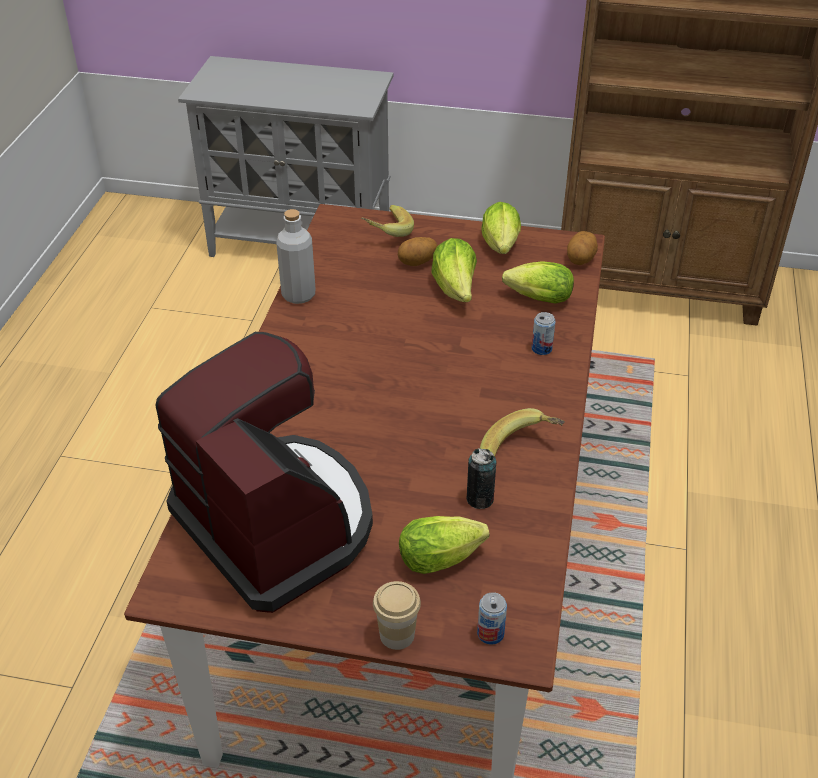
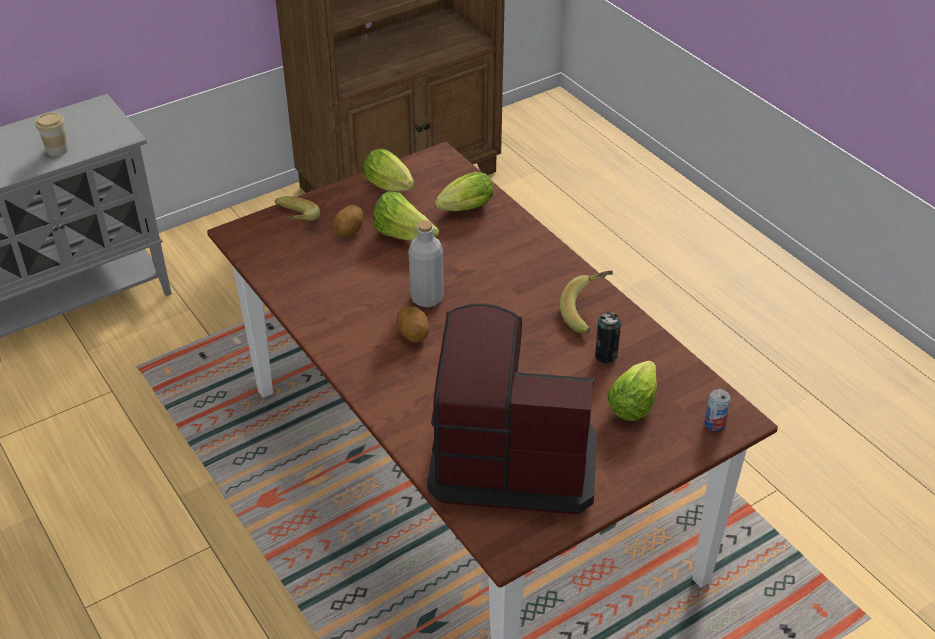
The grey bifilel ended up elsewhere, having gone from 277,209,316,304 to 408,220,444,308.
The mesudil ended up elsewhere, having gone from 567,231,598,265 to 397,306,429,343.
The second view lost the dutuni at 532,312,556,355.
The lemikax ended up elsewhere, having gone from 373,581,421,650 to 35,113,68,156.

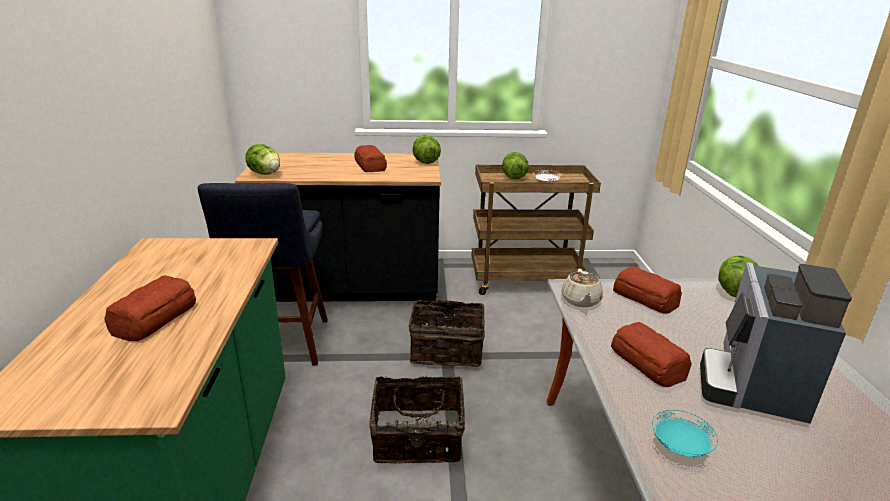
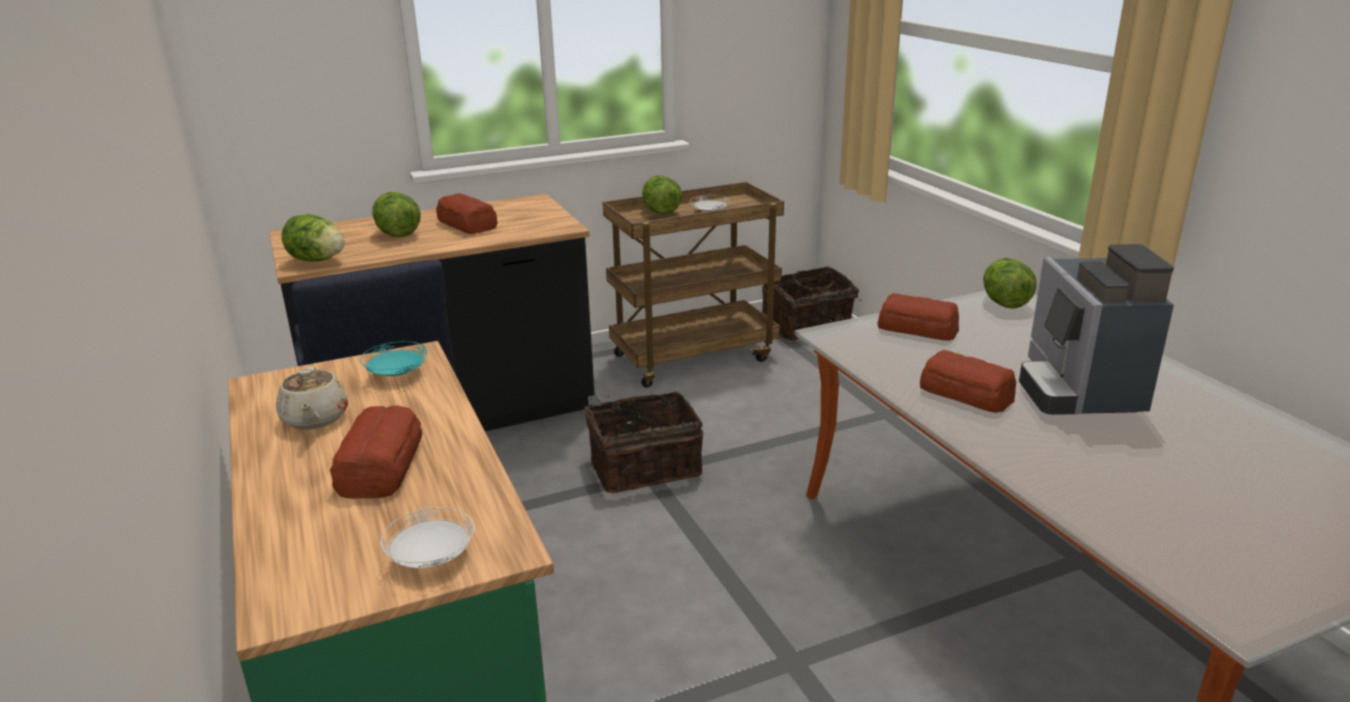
The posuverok ended up elsewhere, having gone from 413,135,441,164 to 372,192,421,237.
The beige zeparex ended up elsewhere, having gone from 561,269,603,307 to 276,366,348,430.
The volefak ended up elsewhere, having gone from 369,376,465,463 to 762,266,860,341.
The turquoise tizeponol ended up elsewhere, having gone from 652,410,718,457 to 360,341,428,376.
The second view gained the white tizeponol at 380,507,474,568.

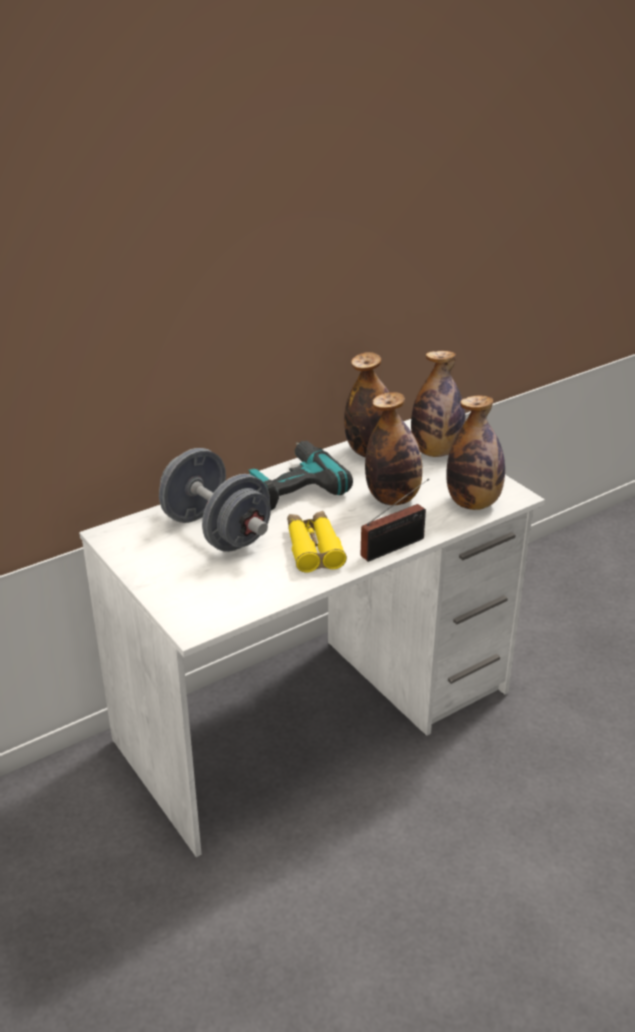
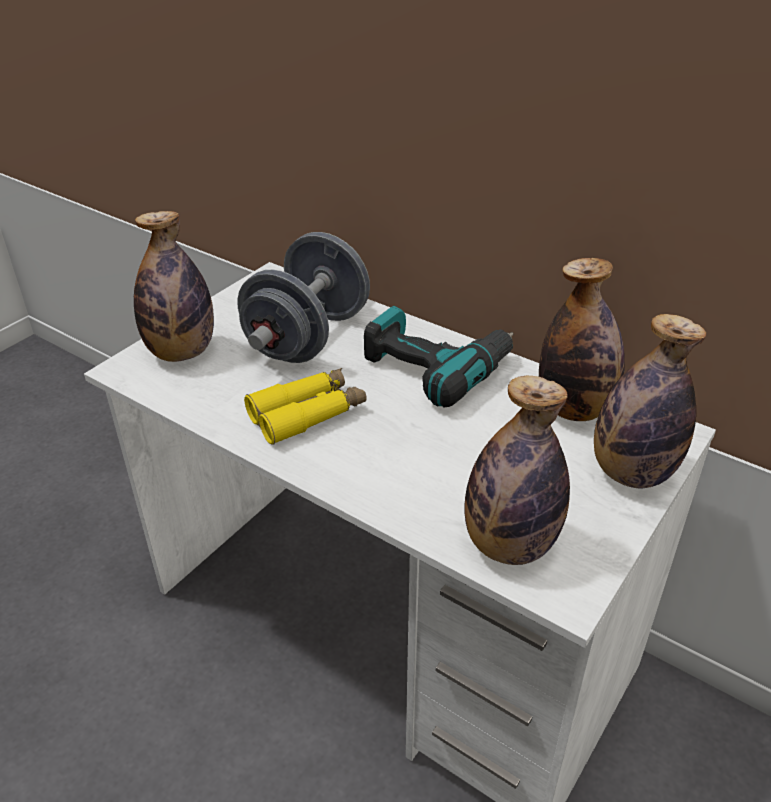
The bifilel ended up elsewhere, having gone from 365,392,423,505 to 134,211,214,362.
The second view lost the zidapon at 361,479,429,562.

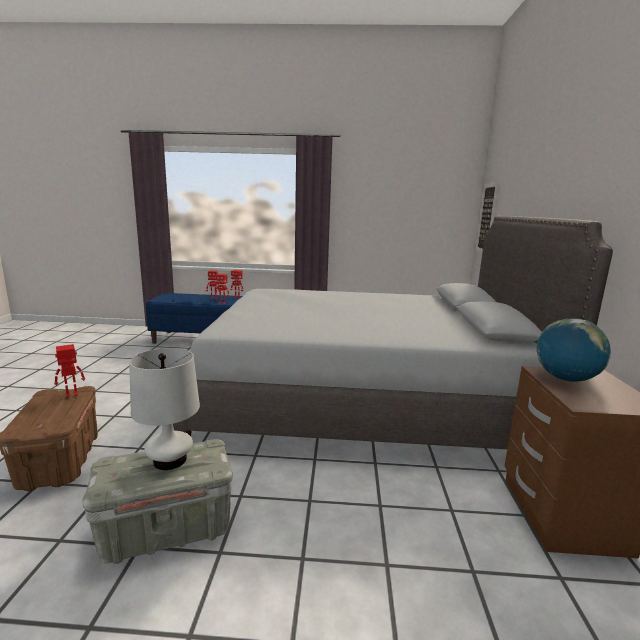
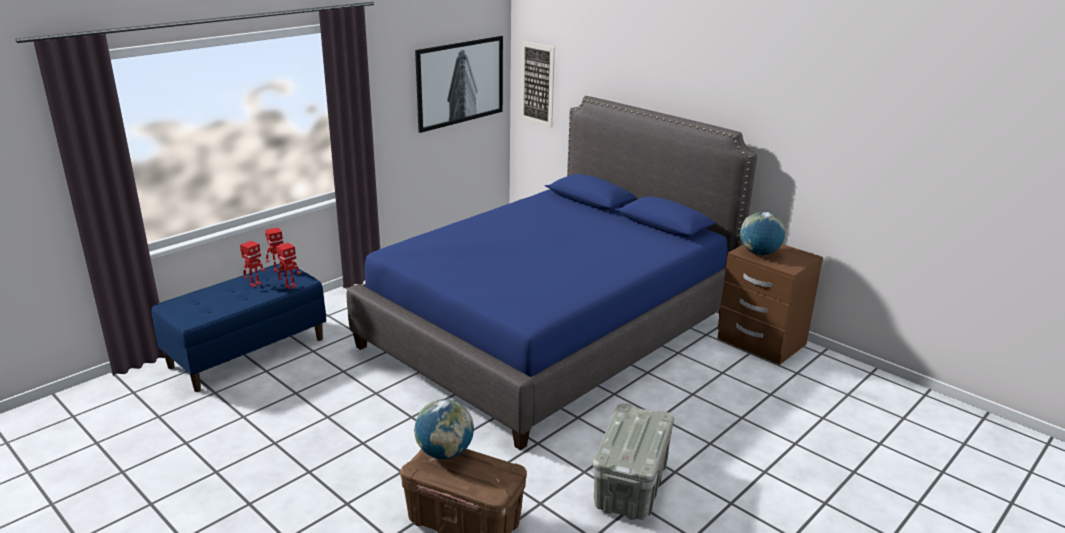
What was the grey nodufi at 173,216,613,449 turned into the blue nodufi at 347,96,757,450.
Where the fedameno stood at 54,344,85,398, the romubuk came to stand at 414,399,474,459.
The second view lost the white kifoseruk at 129,348,200,470.
The second view gained the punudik at 415,36,503,133.

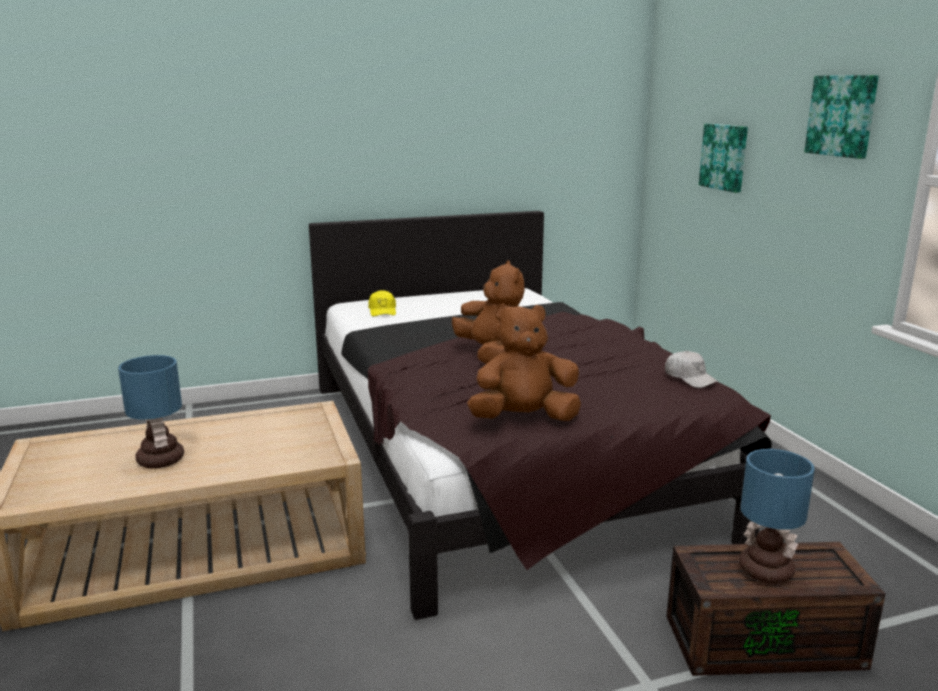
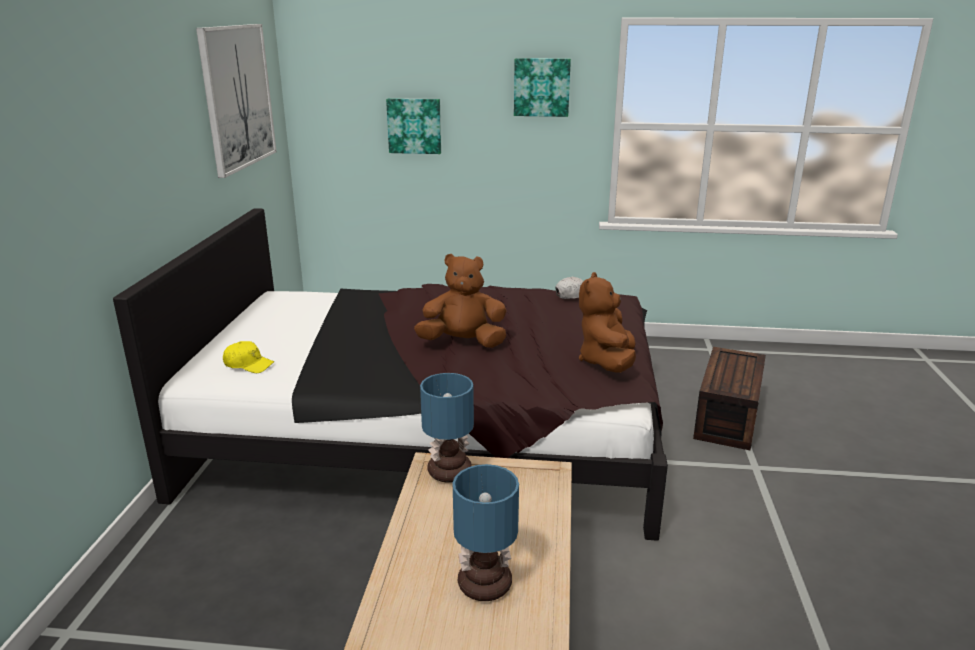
The kifoseruk ended up elsewhere, having gone from 739,449,815,584 to 420,373,474,483.
The second view gained the punudik at 196,24,277,178.

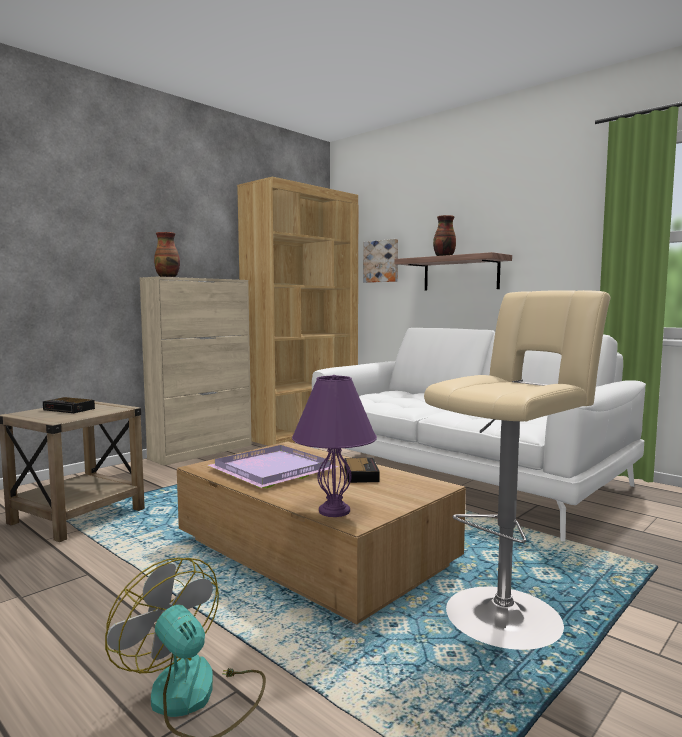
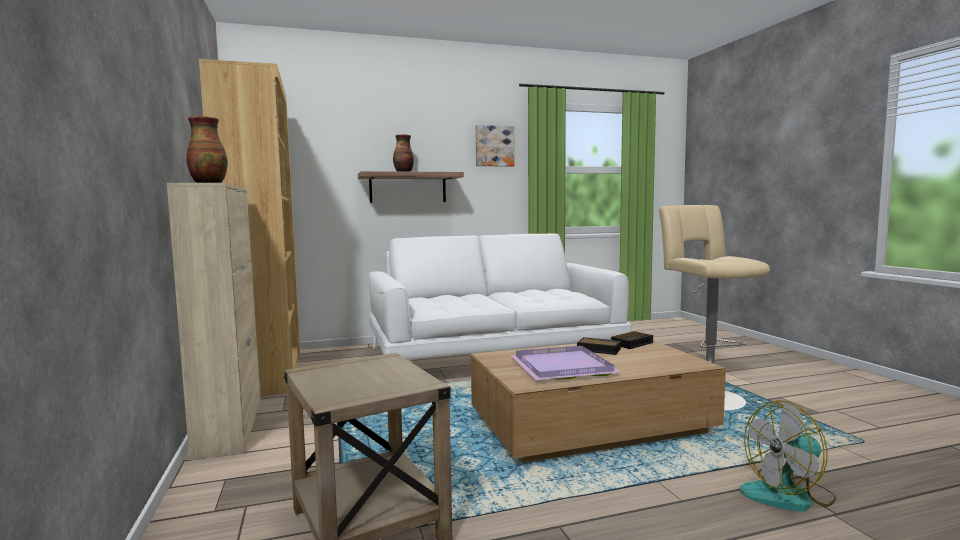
The punudik ended up elsewhere, having gone from 363,239,398,283 to 475,125,515,167.
The second view lost the purple kifoseruk at 292,375,377,517.
The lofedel ended up elsewhere, having gone from 43,397,95,413 to 611,331,653,349.

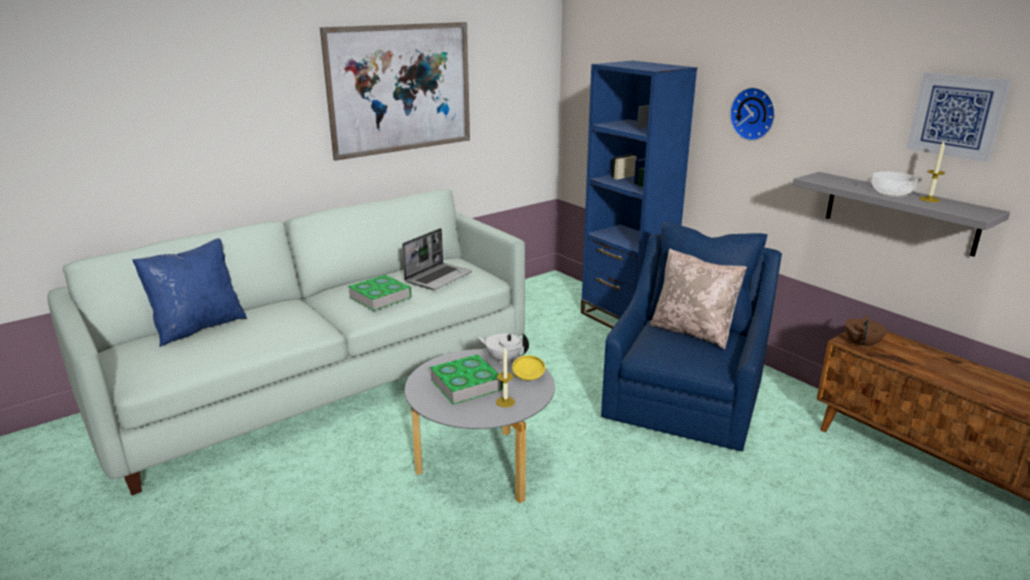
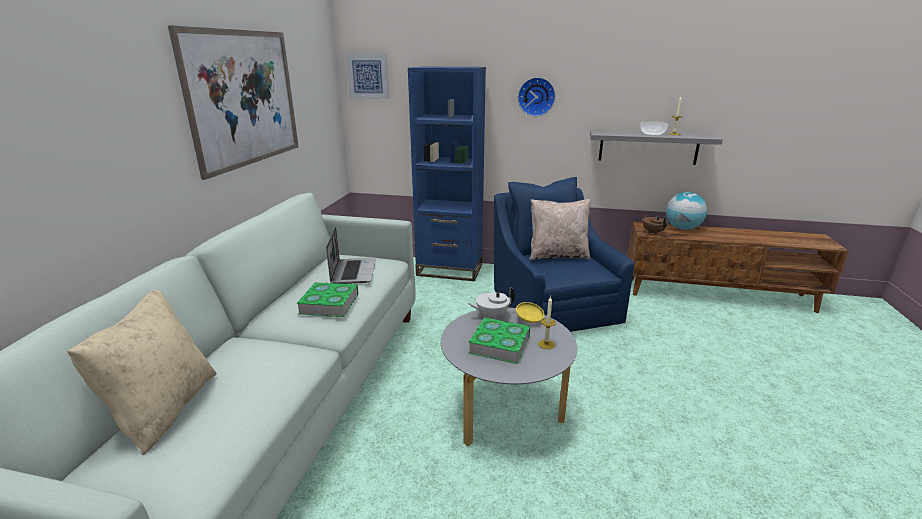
The punudik ended up elsewhere, having gone from 907,72,1011,162 to 346,54,389,99.
What was the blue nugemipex at 132,238,247,347 turned into the beige nugemipex at 67,289,217,456.
The second view gained the romubuk at 666,192,707,230.

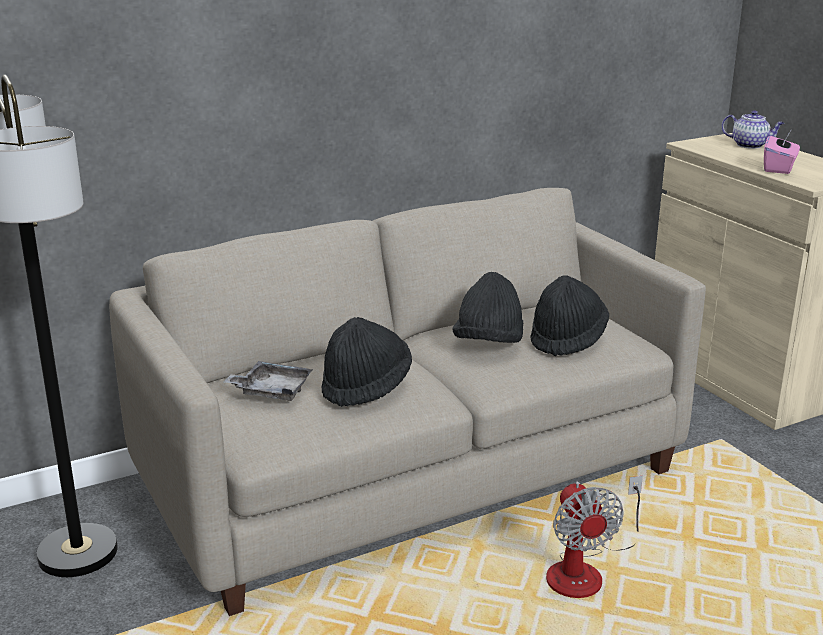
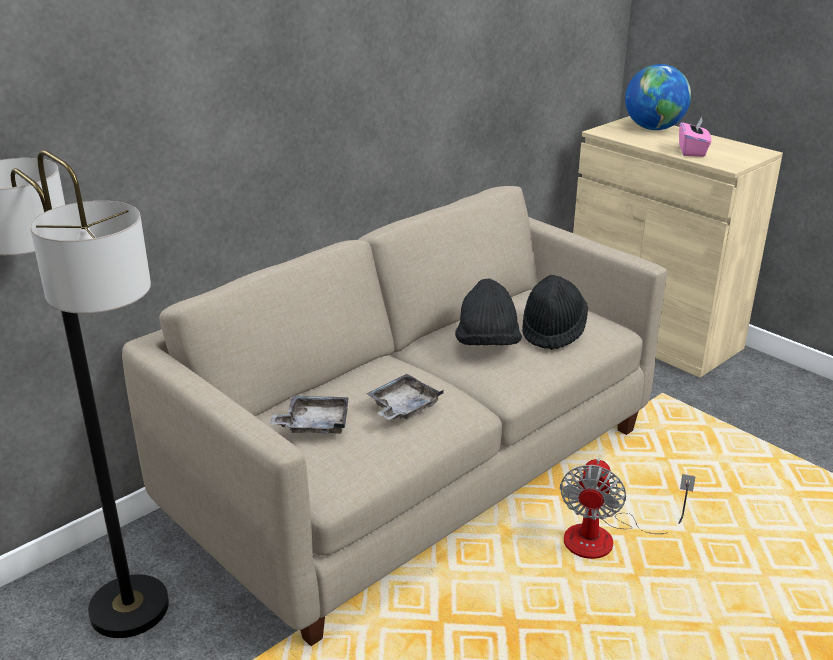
Where the zeparex stood at 721,110,785,149, the romubuk came to stand at 625,64,691,130.
Where the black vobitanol stood at 321,317,412,407, the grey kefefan came to stand at 366,374,444,420.
The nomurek at 546,476,643,598 ended up facing another way, 45 degrees clockwise from before.

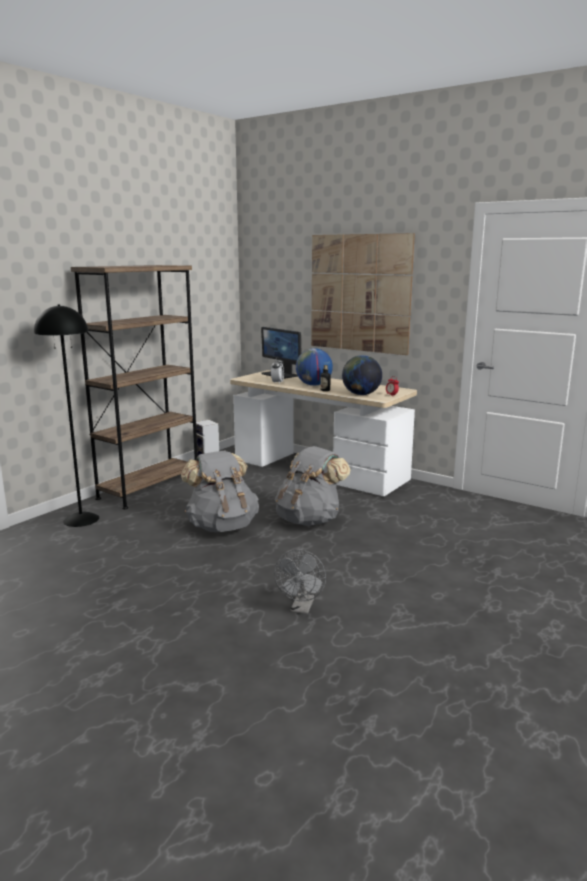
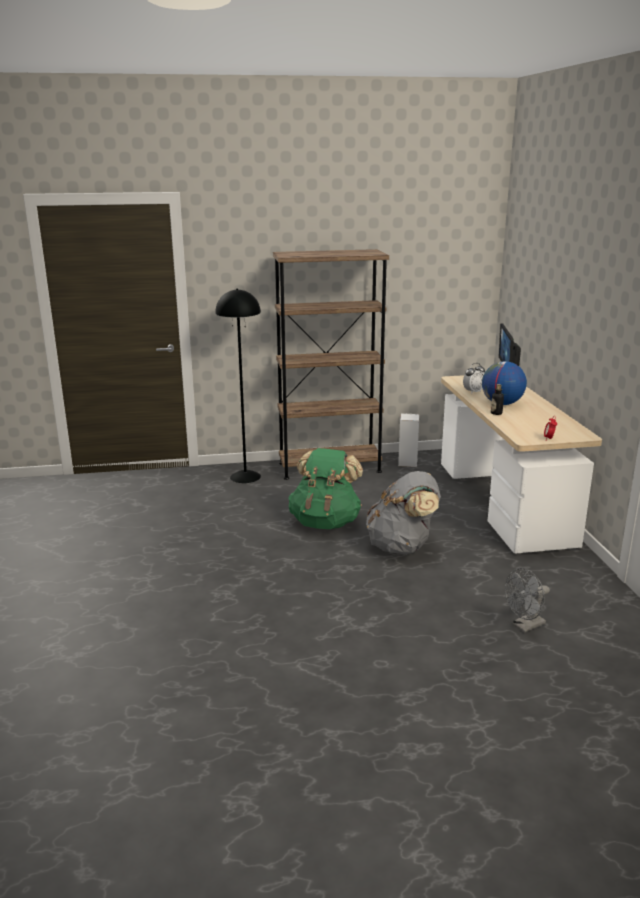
The second view lost the punudik at 311,233,415,355.
The second view lost the romubuk at 342,355,382,395.
What was the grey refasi at 181,450,259,532 turned into the green refasi at 288,448,363,529.
The grey nomurek ended up elsewhere, having gone from 274,549,326,615 to 505,568,550,633.

